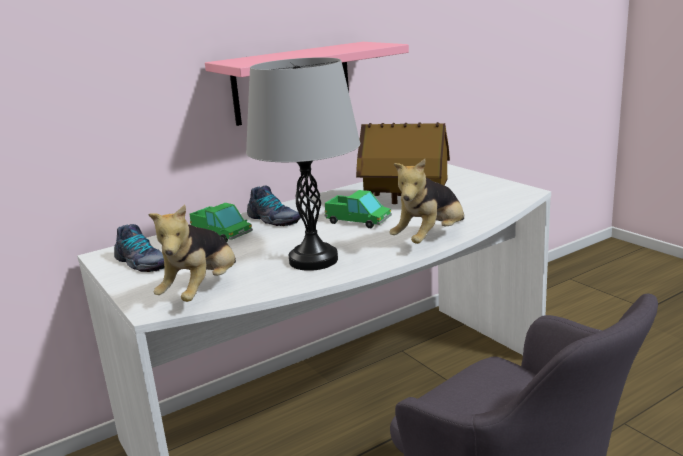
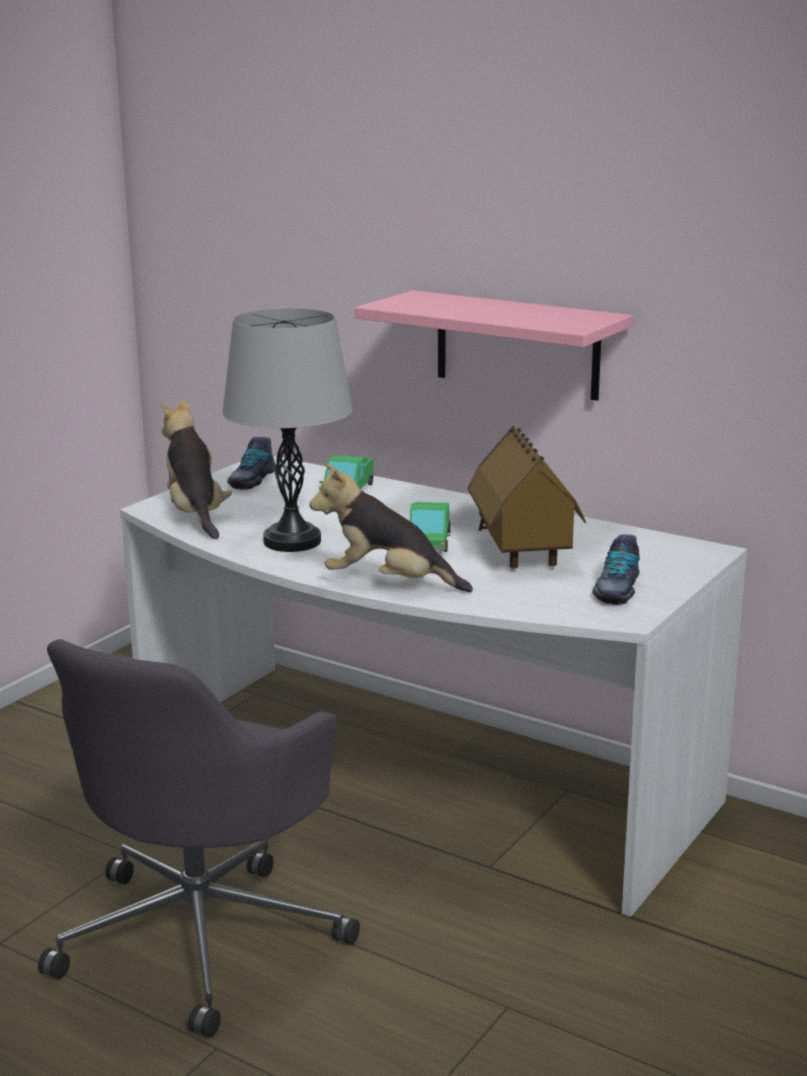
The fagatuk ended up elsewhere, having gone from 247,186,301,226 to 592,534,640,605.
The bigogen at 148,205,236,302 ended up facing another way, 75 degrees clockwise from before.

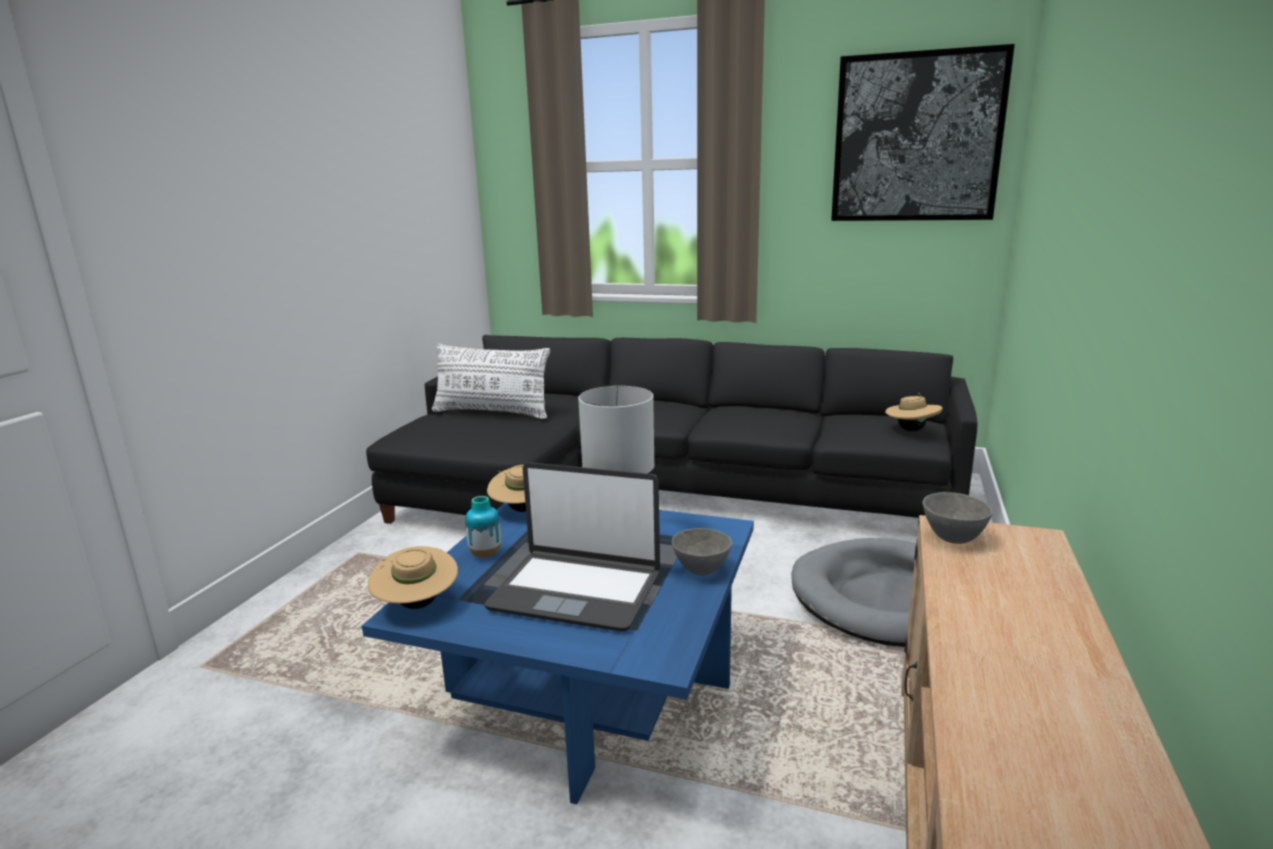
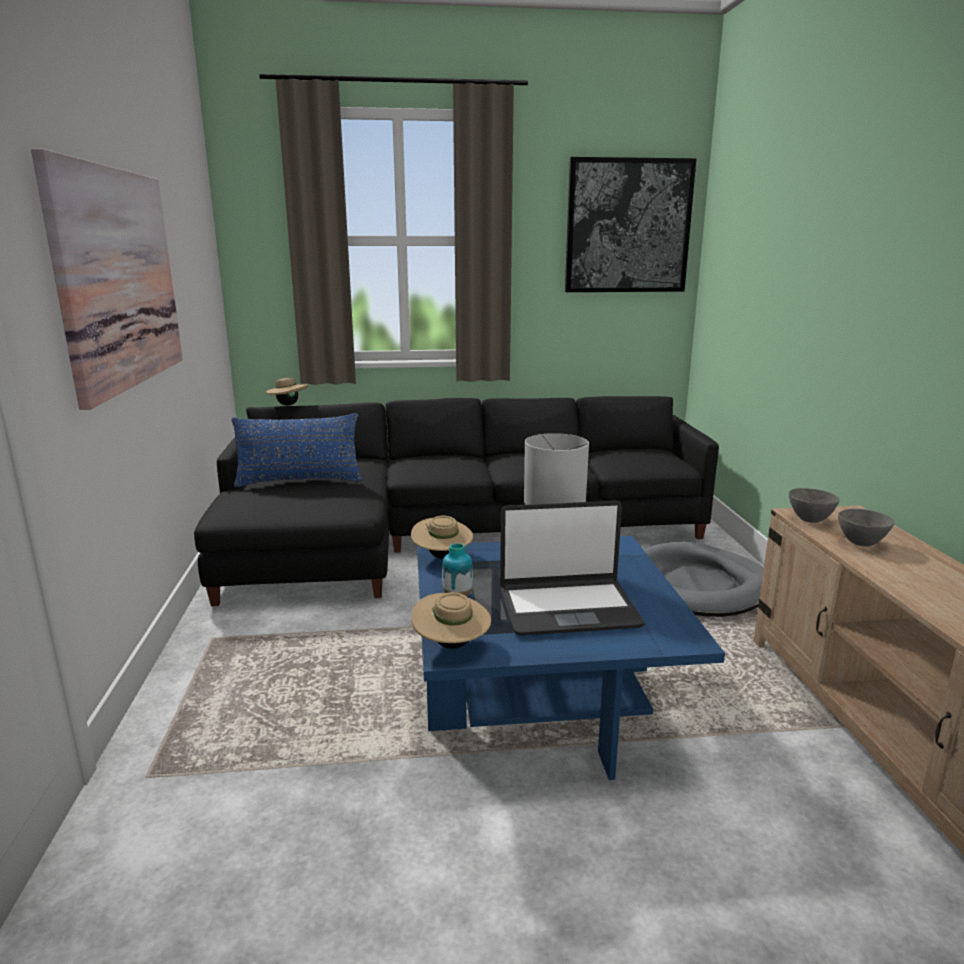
What was the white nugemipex at 432,344,550,419 turned into the blue nugemipex at 232,413,362,487.
The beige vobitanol ended up elsewhere, having gone from 885,393,943,432 to 266,376,308,406.
The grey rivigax ended up elsewhere, having gone from 672,528,732,576 to 838,509,895,547.
The second view gained the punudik at 31,149,183,410.

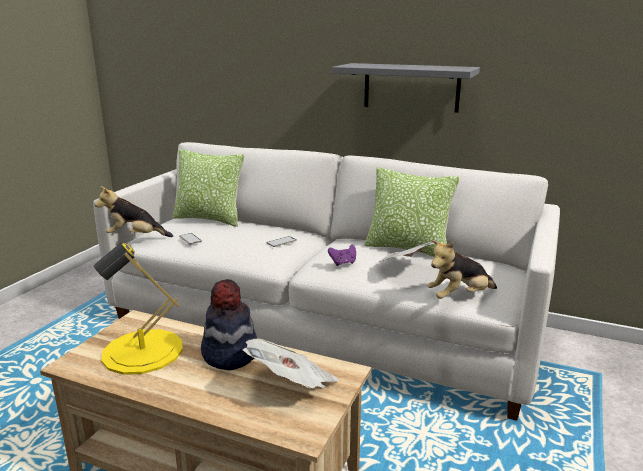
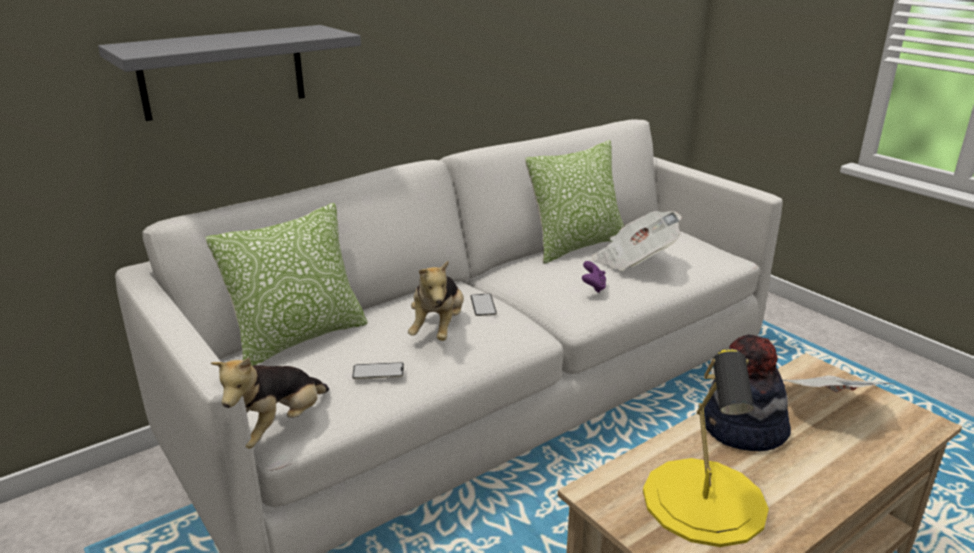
The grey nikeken ended up elsewhere, having gone from 332,63,480,113 to 98,25,361,121.
The bigogen ended up elsewhere, having gone from 427,240,497,299 to 408,260,464,341.

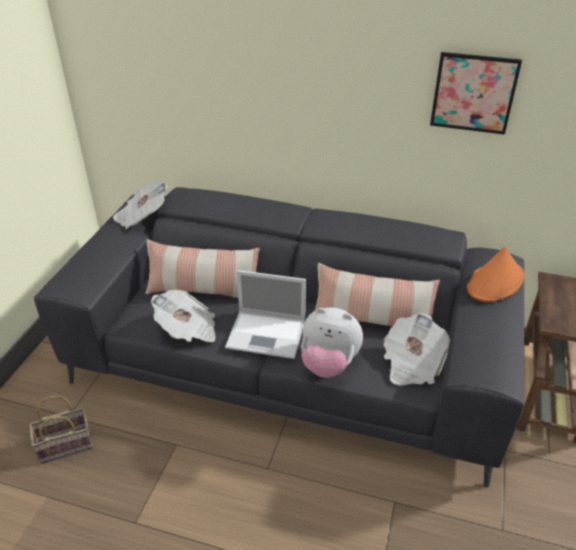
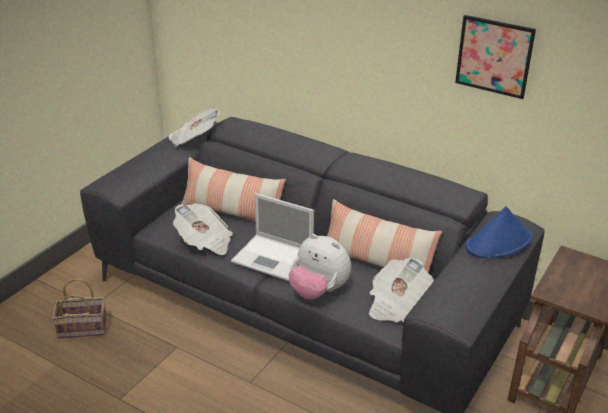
What was the orange vobitanol at 467,246,524,302 turned into the blue vobitanol at 466,206,532,258.

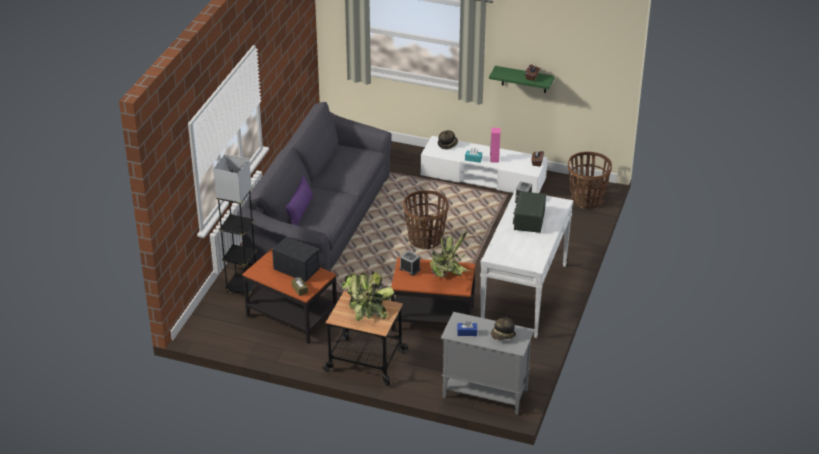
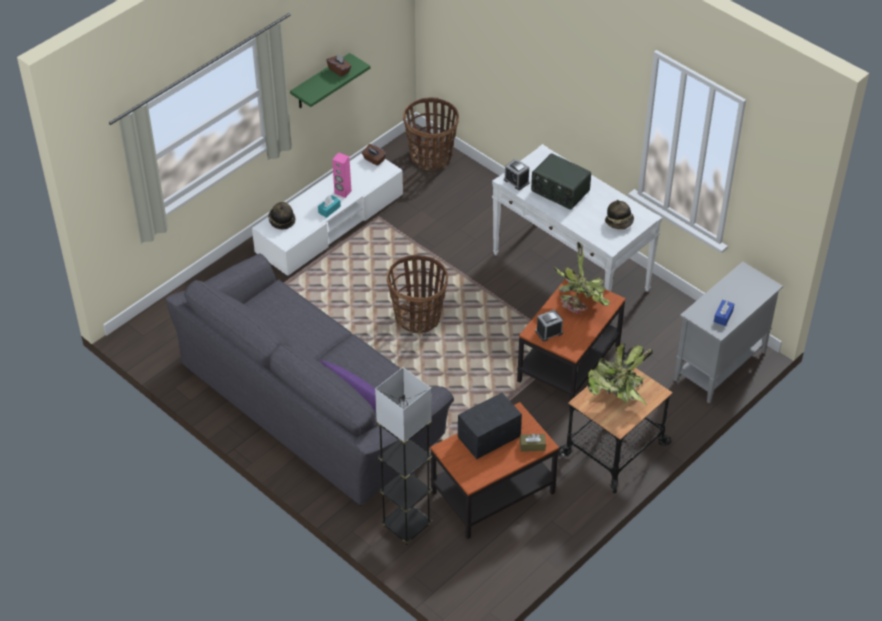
The vobitanol ended up elsewhere, having gone from 491,316,516,340 to 605,200,634,229.

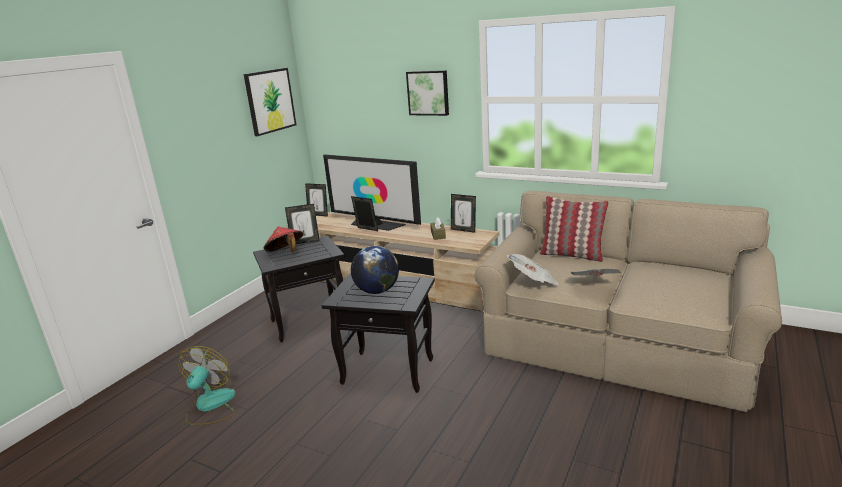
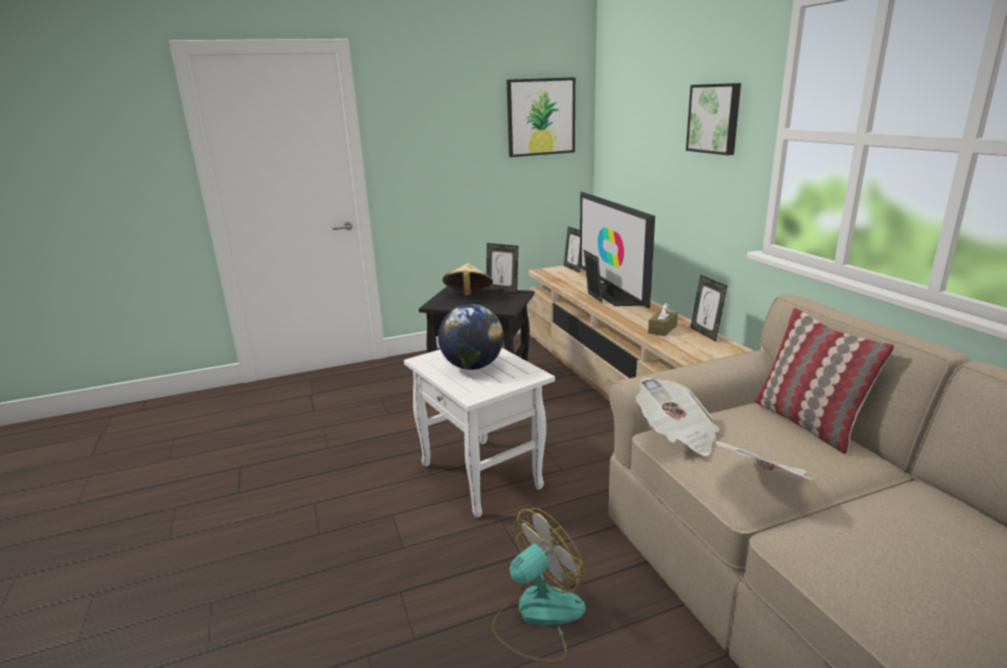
What was the red vobitanol at 264,226,303,252 turned into the beige vobitanol at 442,263,493,295.
What was the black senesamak at 322,274,435,393 turned into the white senesamak at 404,348,555,518.
The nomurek ended up elsewhere, having gone from 179,346,236,425 to 492,508,585,662.

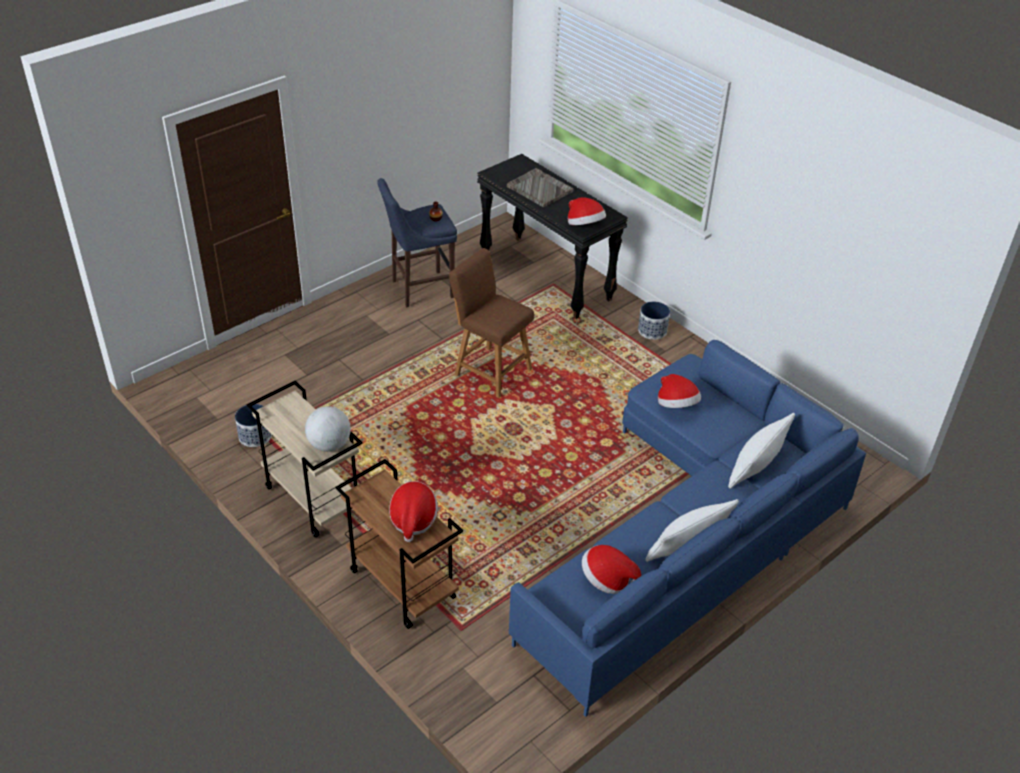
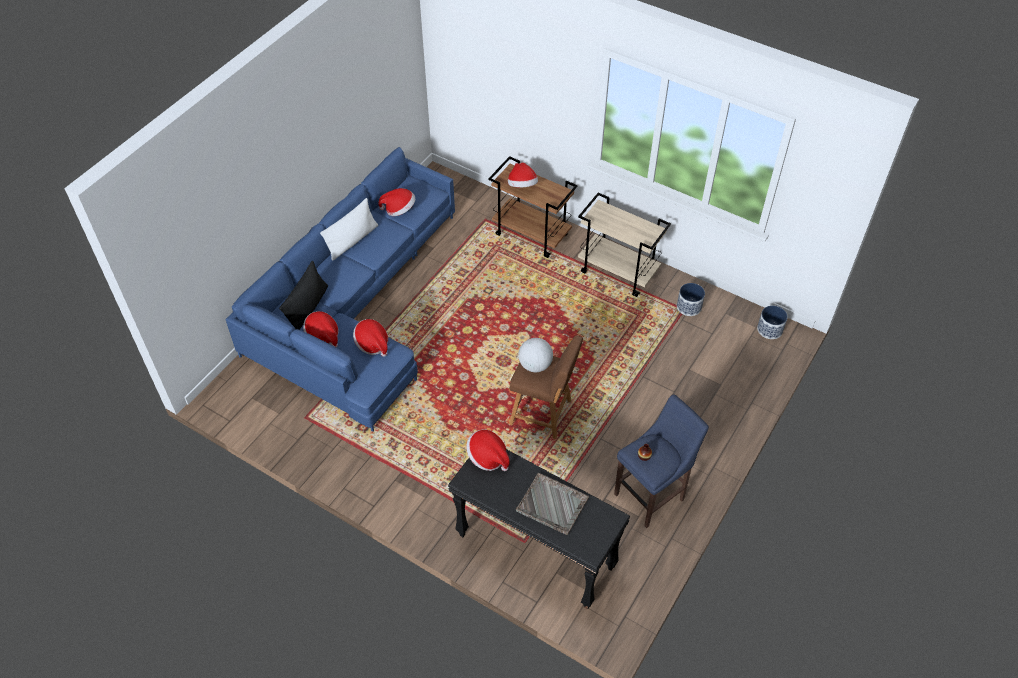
The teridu ended up elsewhere, having gone from 638,302,670,340 to 757,306,788,339.
The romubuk ended up elsewhere, having gone from 305,406,351,452 to 518,338,553,372.
What was the white nugemipex at 728,413,795,489 turned into the black nugemipex at 279,260,328,330.
The second view gained the vobitanol at 303,311,339,347.

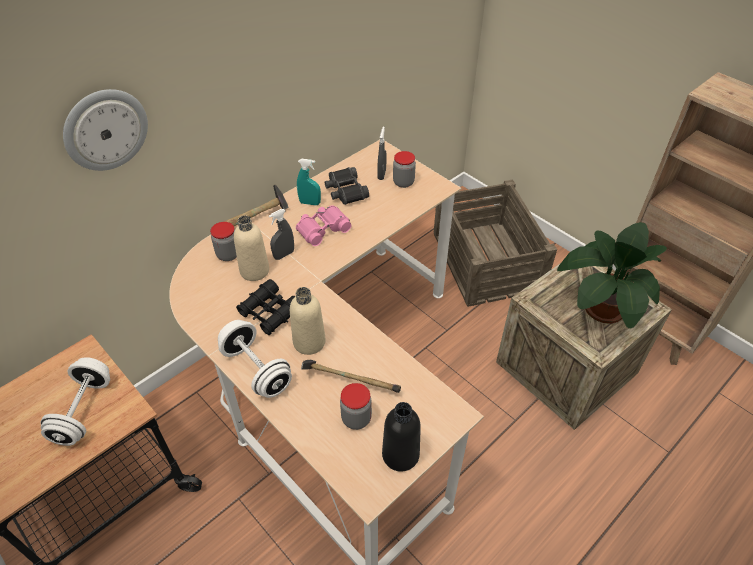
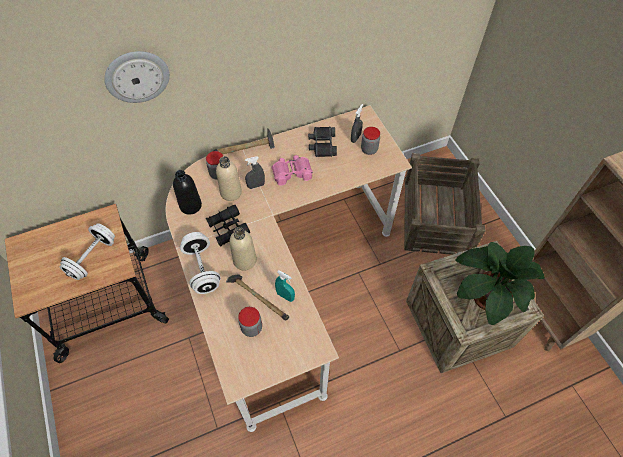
The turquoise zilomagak ended up elsewhere, having gone from 297,159,321,205 to 275,270,295,302.
The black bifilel ended up elsewhere, having gone from 382,402,421,472 to 173,170,202,215.

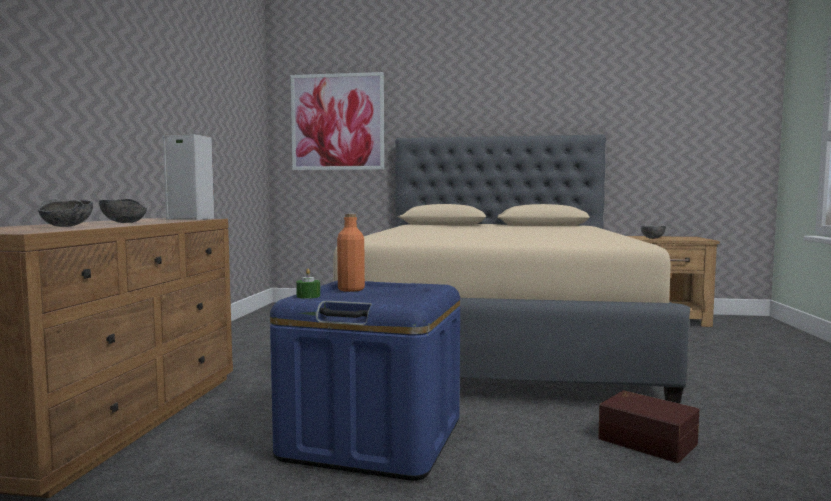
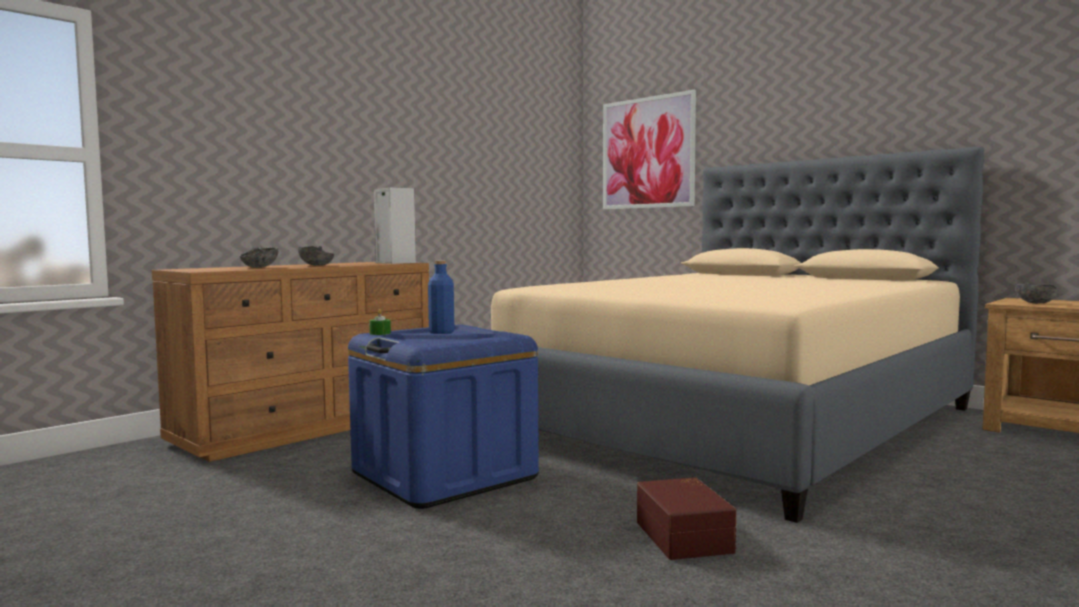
What was the orange bifilel at 337,214,365,292 turned into the blue bifilel at 428,261,455,334.

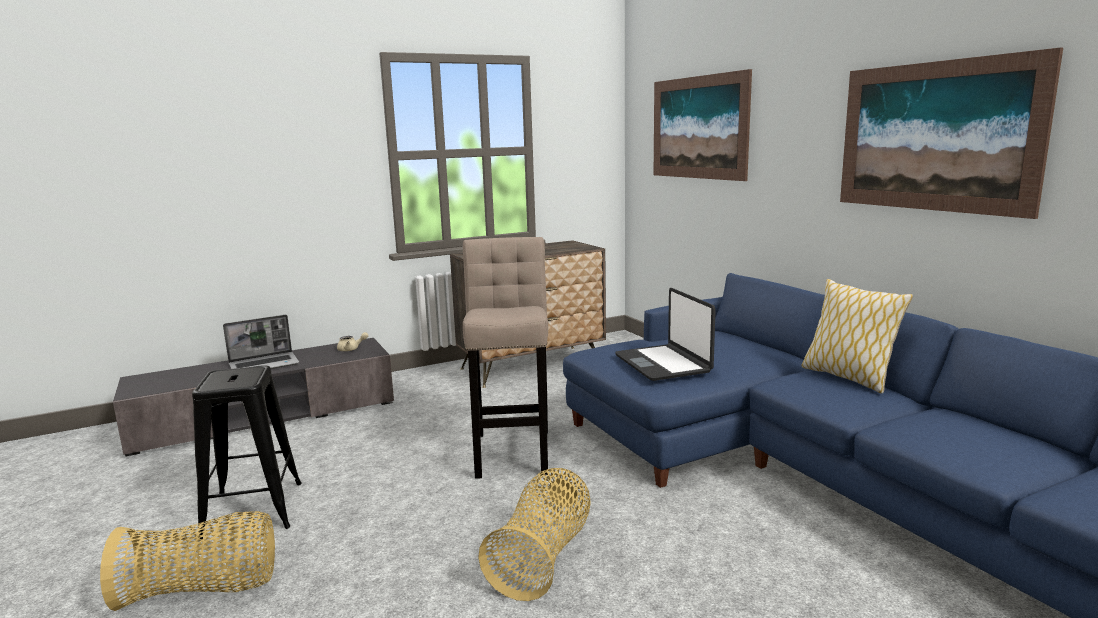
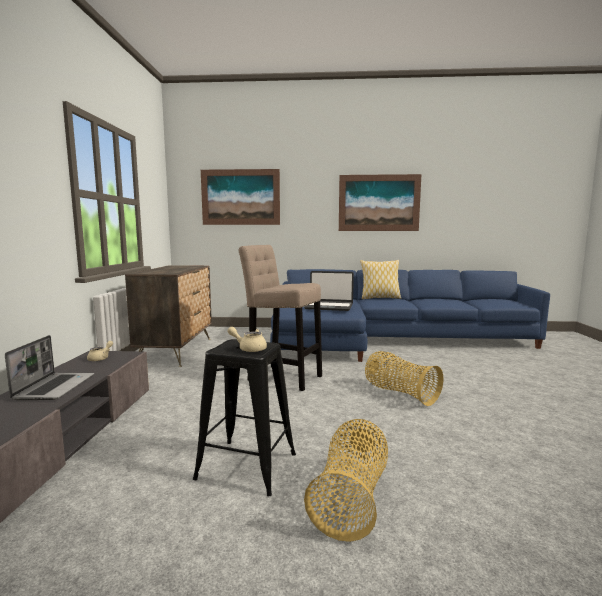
The second view gained the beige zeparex at 227,327,267,352.

